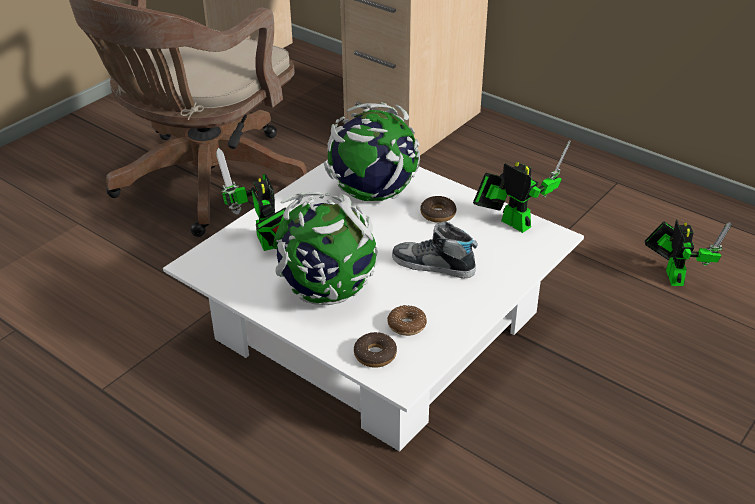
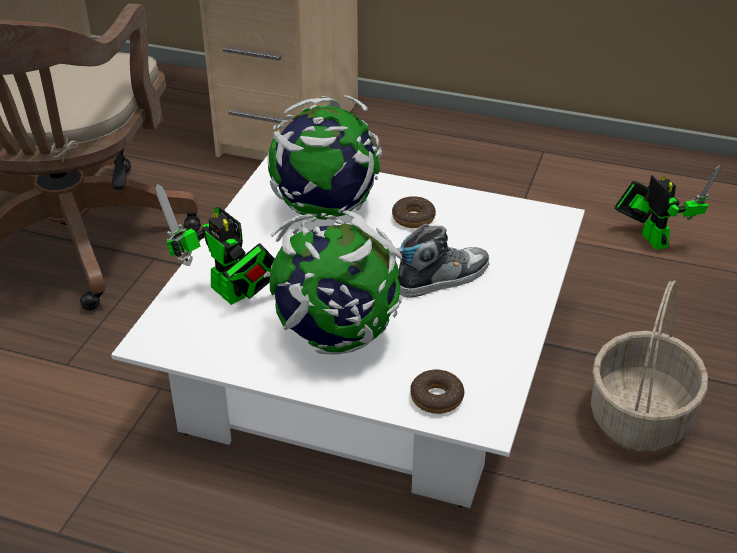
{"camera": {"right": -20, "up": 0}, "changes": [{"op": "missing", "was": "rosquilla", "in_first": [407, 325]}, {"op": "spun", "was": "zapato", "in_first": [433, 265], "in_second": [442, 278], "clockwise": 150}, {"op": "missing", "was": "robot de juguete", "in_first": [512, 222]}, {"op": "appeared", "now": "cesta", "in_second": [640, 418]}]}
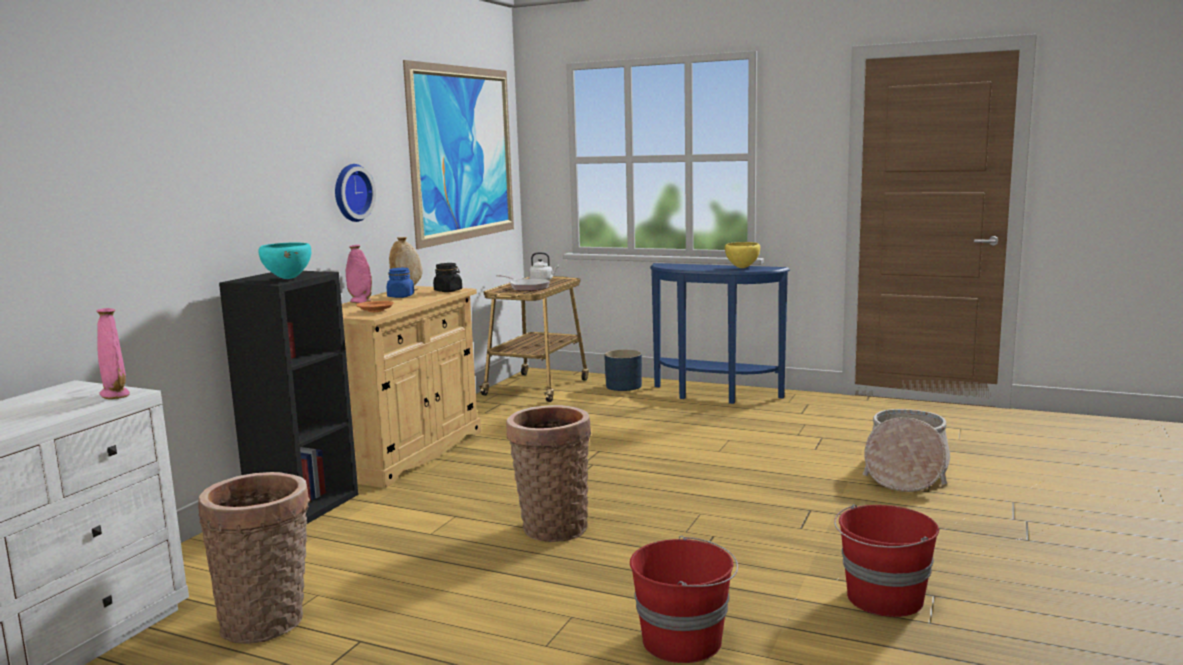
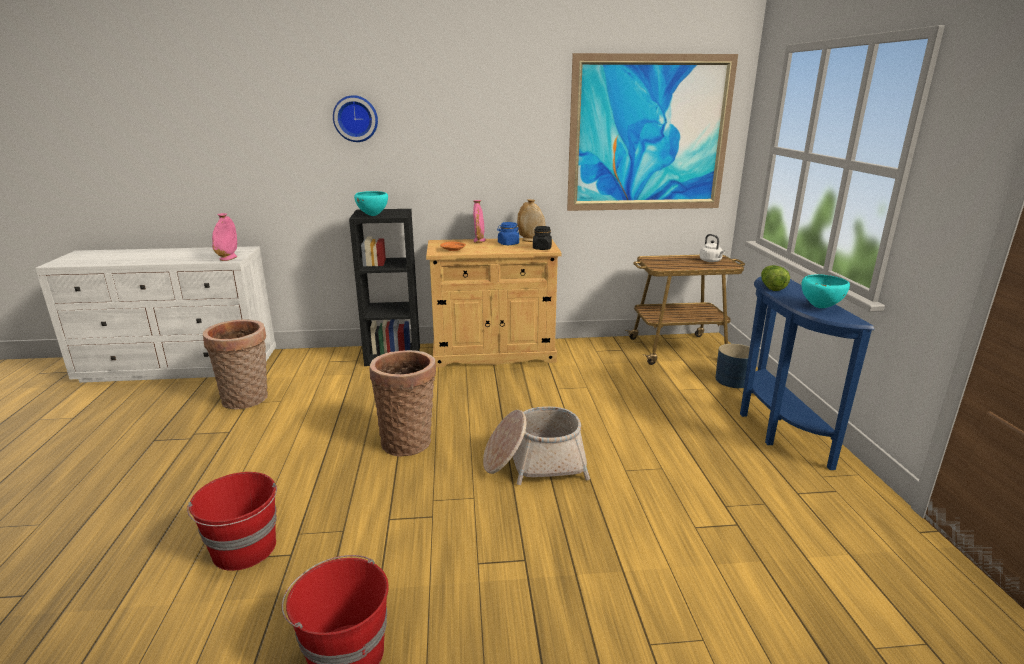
{"camera": {"right": 60, "up": 10}, "changes": [{"op": "relocated", "was": "reloj de pared", "in_first": [350, 193], "in_second": [356, 118]}, {"op": "missing", "was": "sartén", "in_first": [527, 287]}, {"op": "colour", "was": "cuenco (amarillo)", "now": "cuenco (turquesa)", "in_first": [742, 268], "in_second": [820, 307]}, {"op": "relocated", "was": "cesta", "in_first": [905, 472], "in_second": [534, 463]}, {"op": "appeared", "now": "lechuga", "in_second": [771, 287]}]}
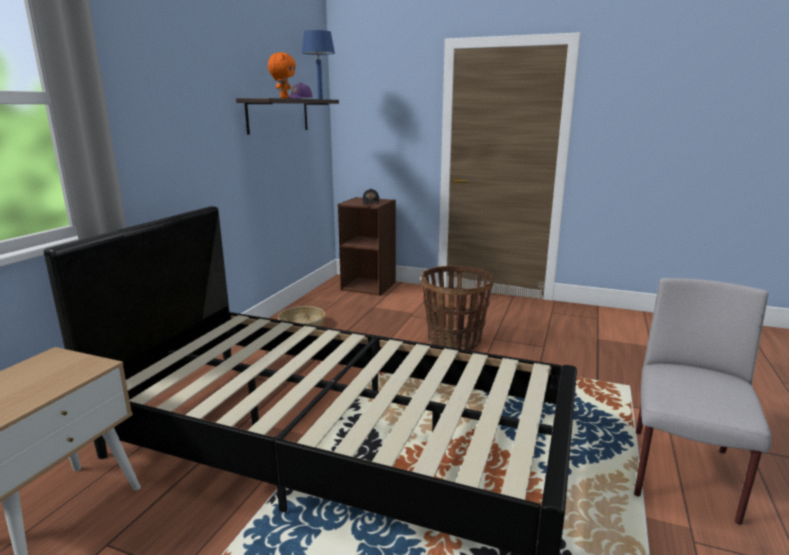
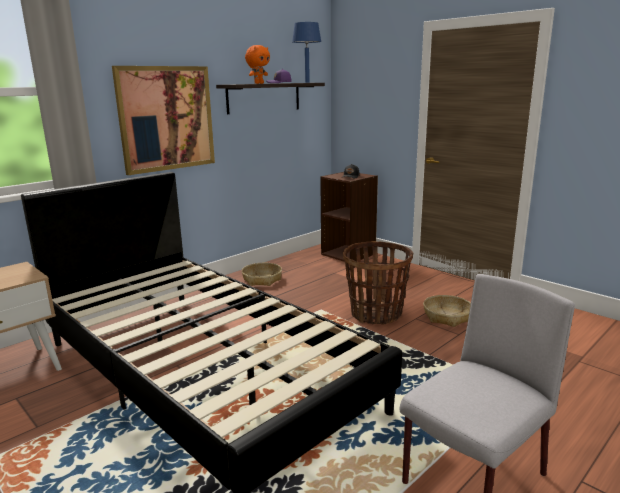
{"camera": {"right": 25, "up": 0}, "changes": [{"op": "appeared", "now": "cuadro", "in_second": [166, 118]}, {"op": "appeared", "now": "cesta", "in_second": [447, 316]}]}
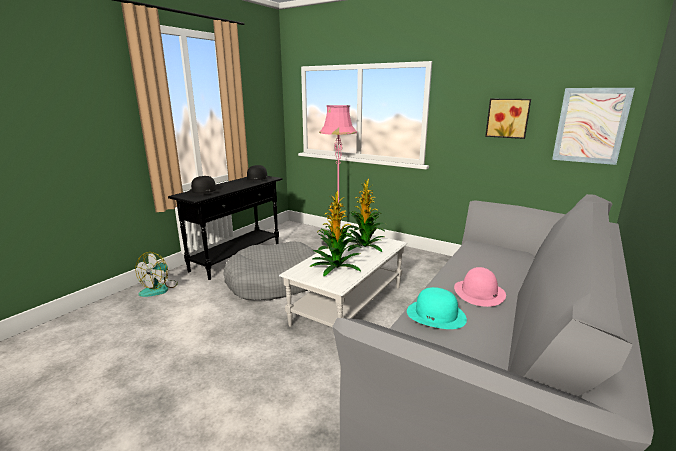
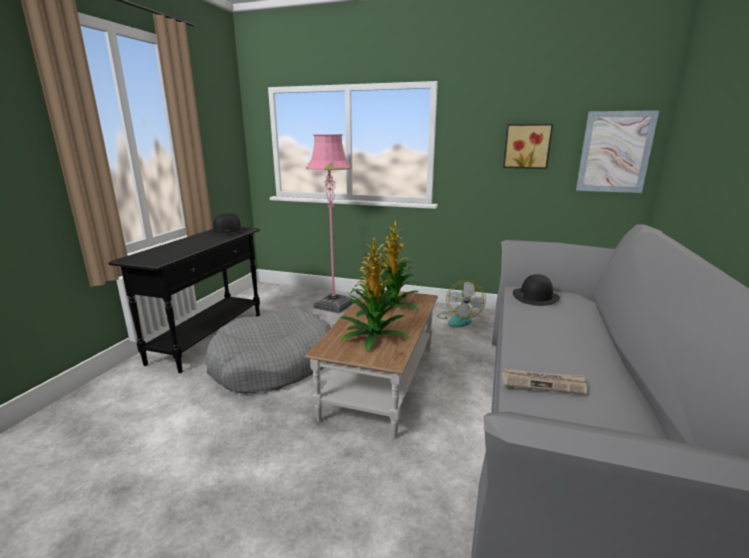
{"camera": {"right": -15, "up": 0}, "changes": [{"op": "relocated", "was": "ventilador", "in_first": [159, 288], "in_second": [459, 319]}, {"op": "relocated", "was": "sombrero (negro)", "in_first": [204, 191], "in_second": [535, 296]}, {"op": "colour", "was": "mesa de centro (blanco)", "now": "mesa de centro (marrón)", "in_first": [348, 305], "in_second": [381, 380]}, {"op": "exchanged", "was": "sombrero (turquesa)", "now": "periódico", "in_first": [436, 314], "in_second": [543, 383]}, {"op": "missing", "was": "sombrero (rosa)", "in_first": [479, 292]}]}
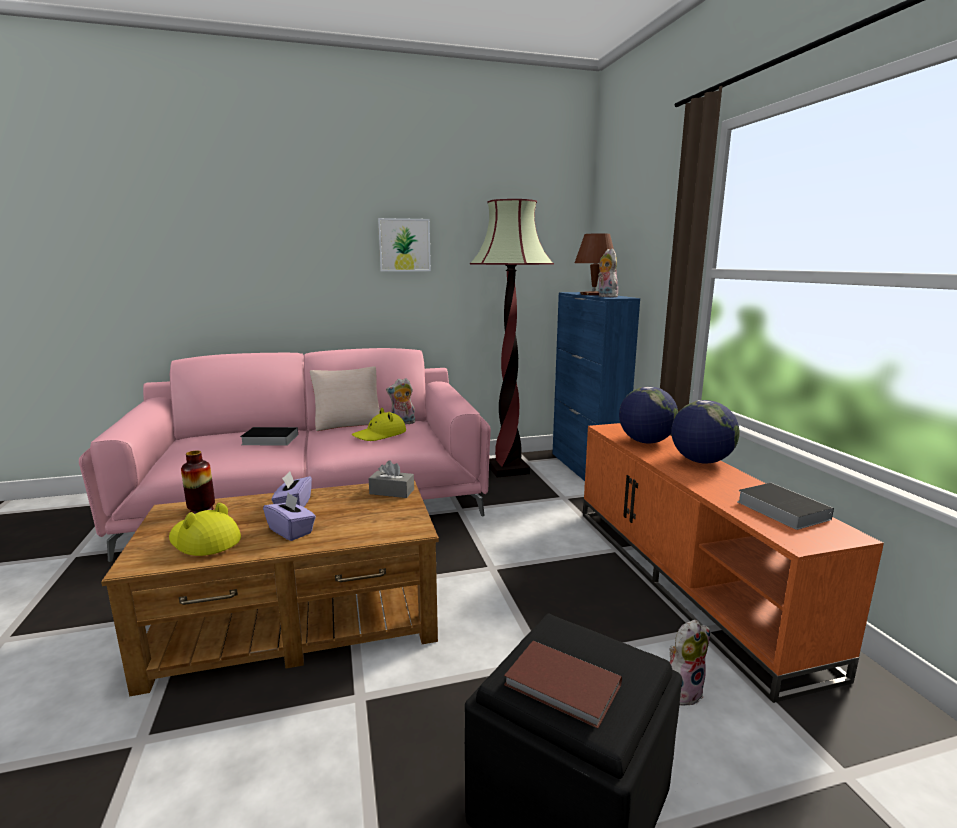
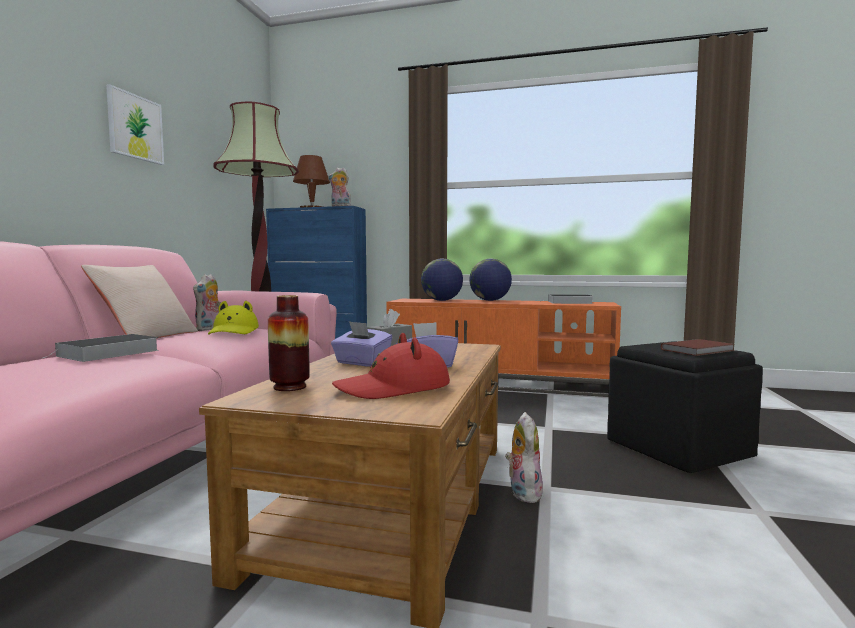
{"camera": {"right": -60, "up": -10}, "changes": [{"op": "colour", "was": "sombrero (amarillo)", "now": "sombrero (rojo)", "in_first": [204, 540], "in_second": [394, 388]}, {"op": "relocated", "was": "peluche", "in_first": [682, 690], "in_second": [522, 492]}]}
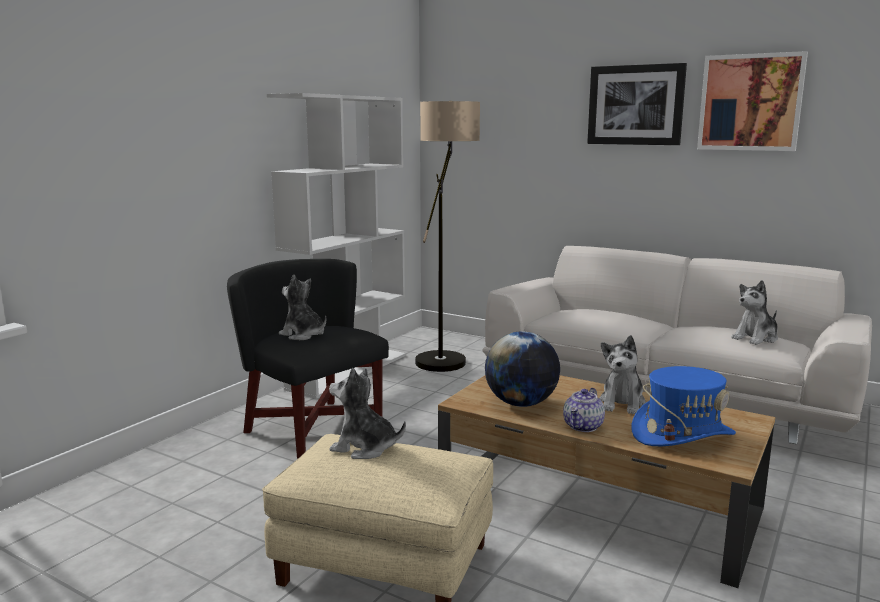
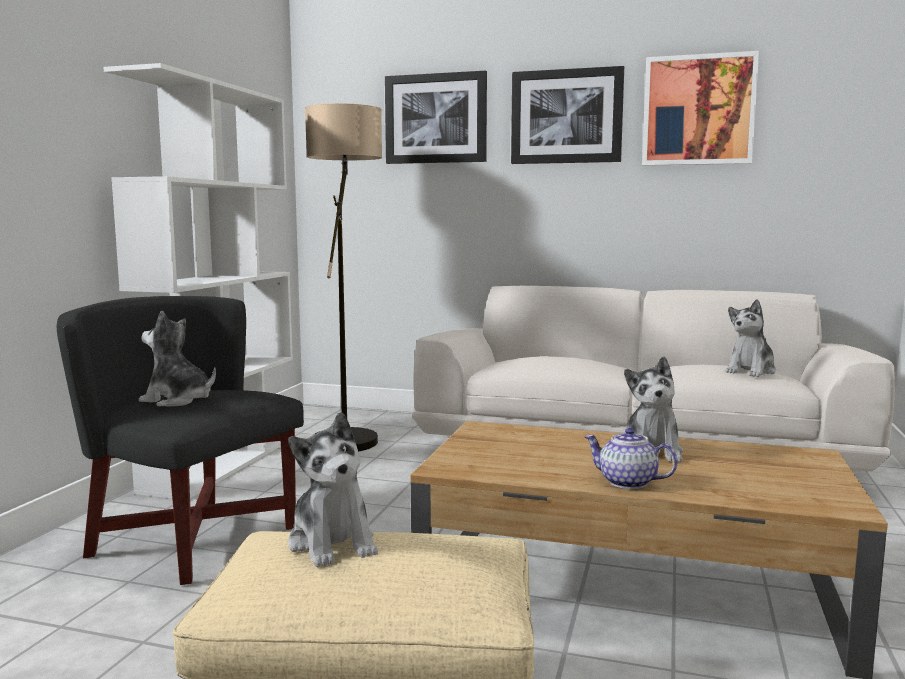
{"camera": {"right": -15, "up": -5}, "changes": [{"op": "spun", "was": "peluche", "in_first": [364, 448], "in_second": [333, 543], "clockwise": -120}, {"op": "missing", "was": "globo terráqueo", "in_first": [521, 404]}, {"op": "spun", "was": "tetera", "in_first": [583, 426], "in_second": [627, 482], "clockwise": 105}, {"op": "missing", "was": "sombrero (azul)", "in_first": [682, 434]}, {"op": "appeared", "now": "cuadro", "in_second": [436, 119]}]}
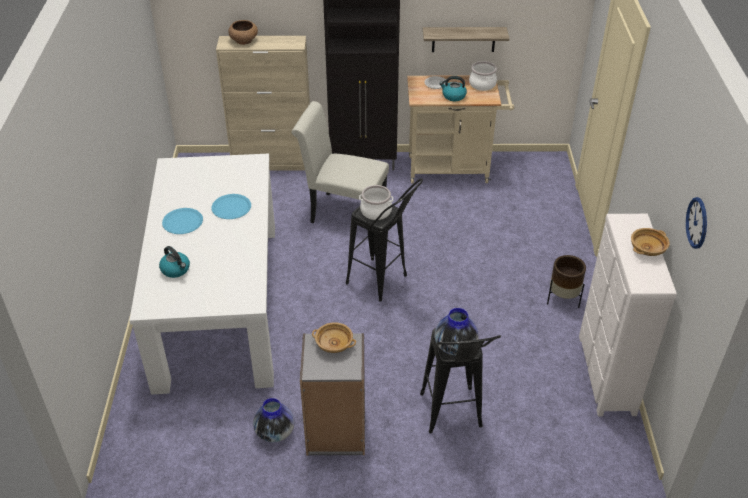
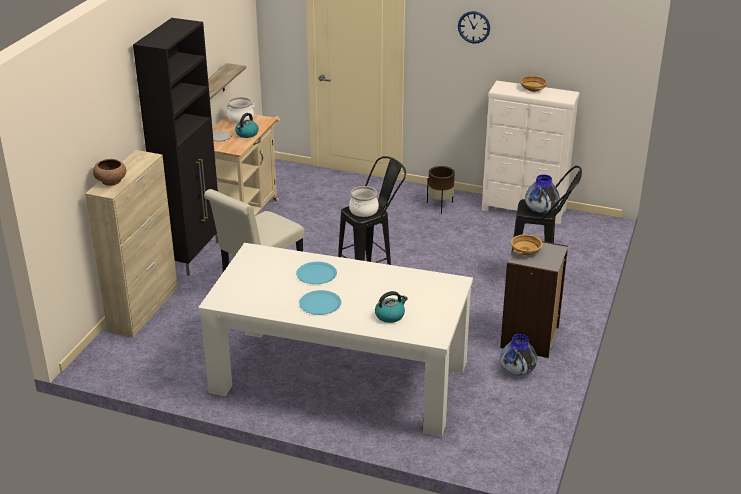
{"camera": {"right": -70, "up": -10}, "changes": [{"op": "relocated", "was": "reloj de pared", "in_first": [697, 223], "in_second": [474, 27]}]}
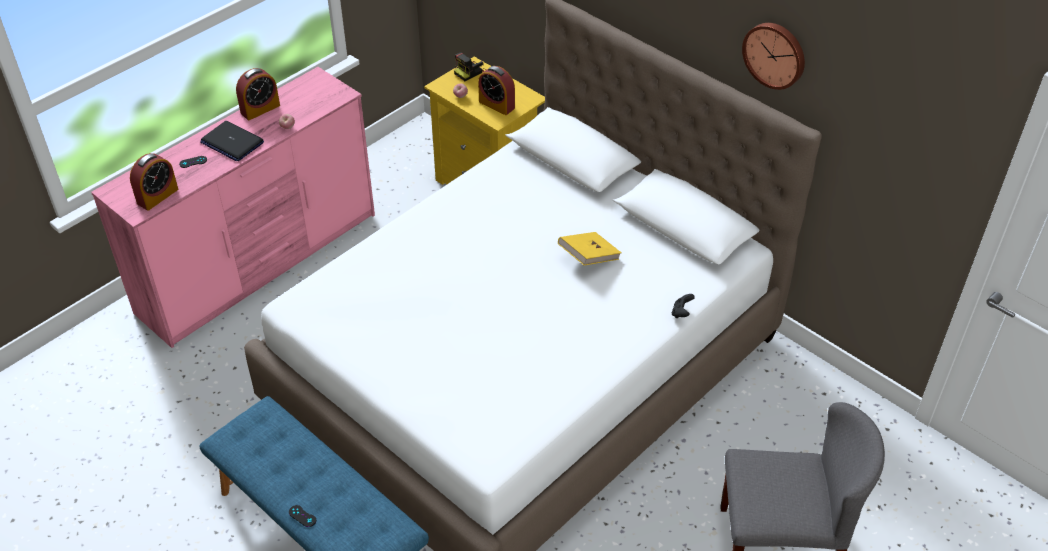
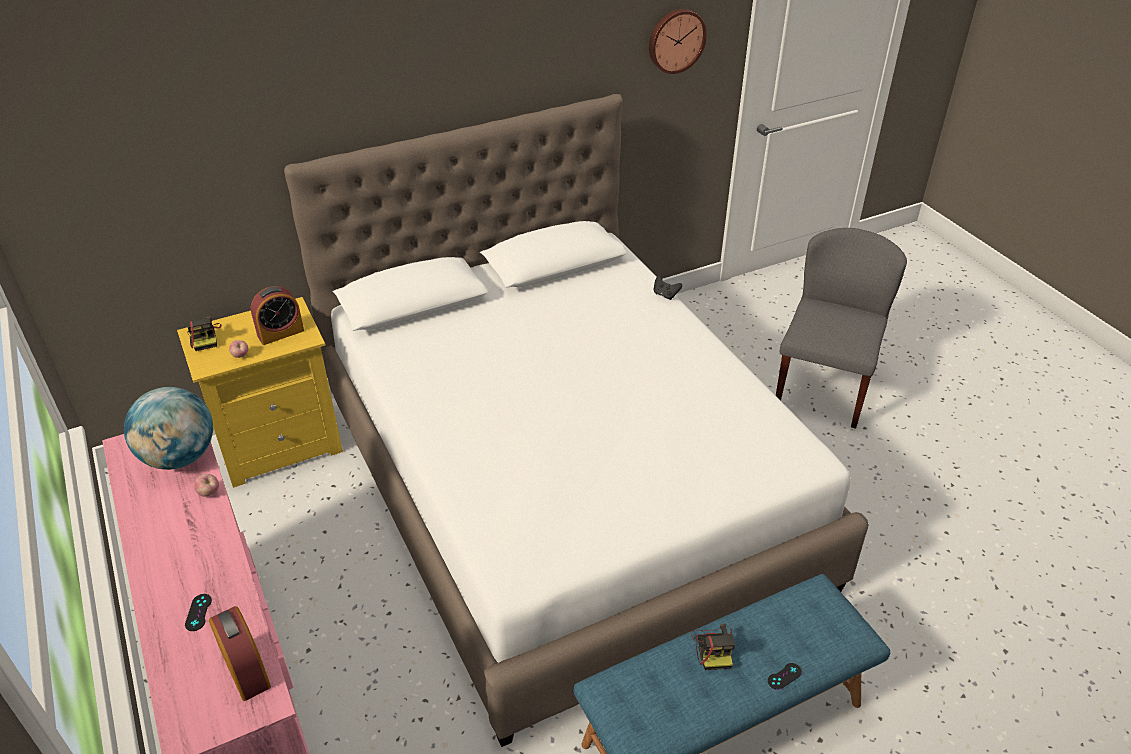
{"camera": {"right": -70, "up": -5}, "changes": [{"op": "missing", "was": "portátil", "in_first": [232, 142]}, {"op": "missing", "was": "despertador", "in_first": [260, 109]}, {"op": "missing", "was": "libro (amarillo)", "in_first": [588, 258]}, {"op": "relocated", "was": "reloj de pared", "in_first": [775, 54], "in_second": [675, 40]}, {"op": "appeared", "now": "globo terráqueo", "in_second": [179, 457]}, {"op": "appeared", "now": "cámara", "in_second": [713, 647]}]}
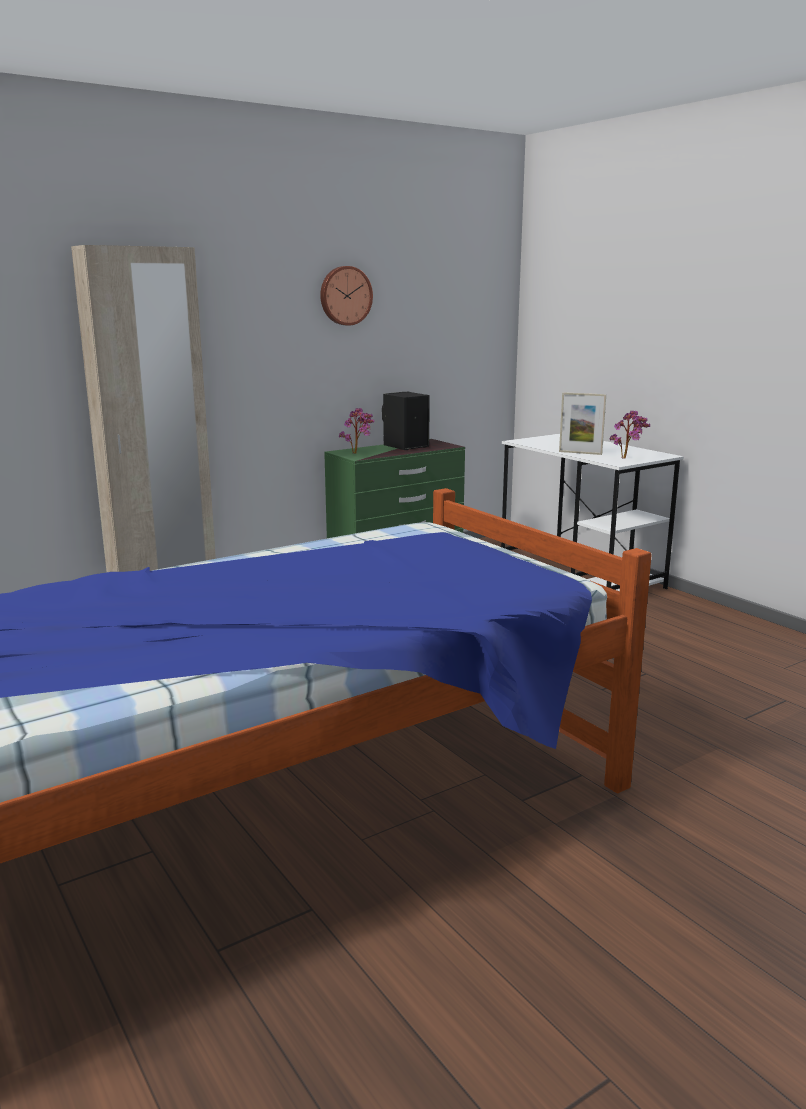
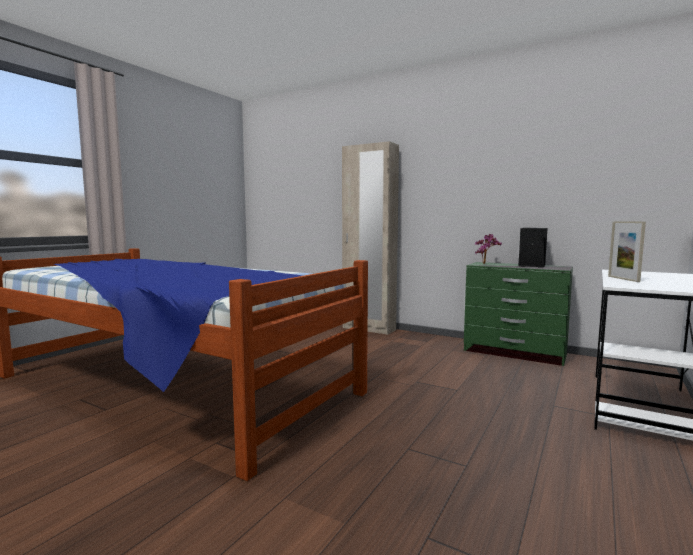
{"camera": {"right": 65, "up": -10}, "changes": [{"op": "missing", "was": "reloj de pared", "in_first": [345, 295]}, {"op": "missing", "was": "planta en maceta", "in_first": [627, 458]}]}
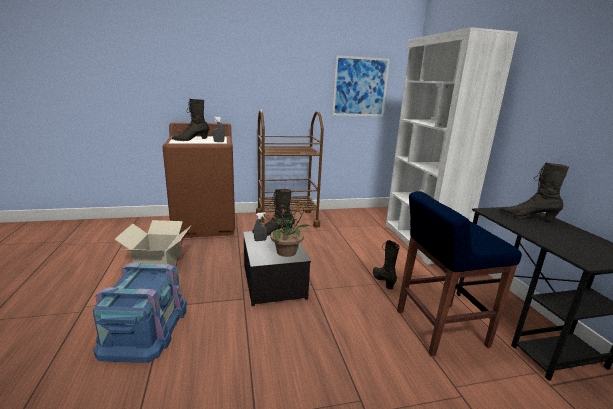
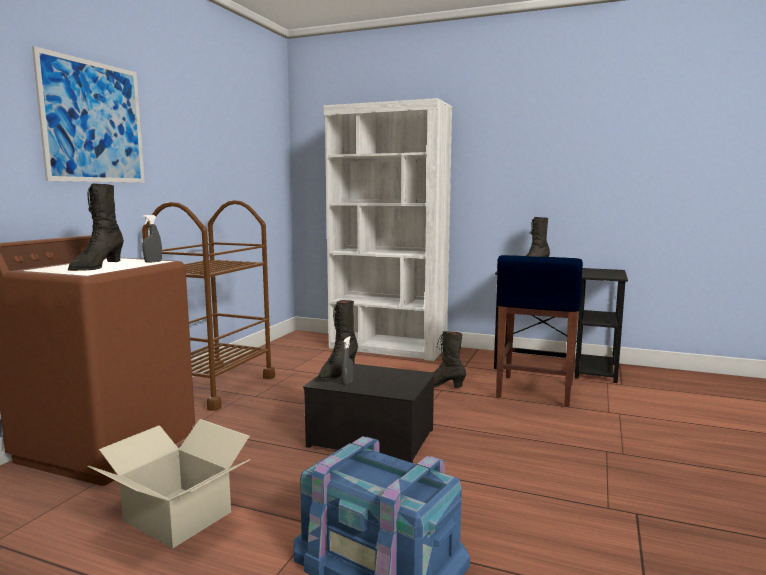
{"camera": {"right": -55, "up": -10}, "changes": [{"op": "missing", "was": "planta en maceta", "in_first": [287, 252]}, {"op": "relocated", "was": "cuadro", "in_first": [360, 87], "in_second": [93, 122]}]}
